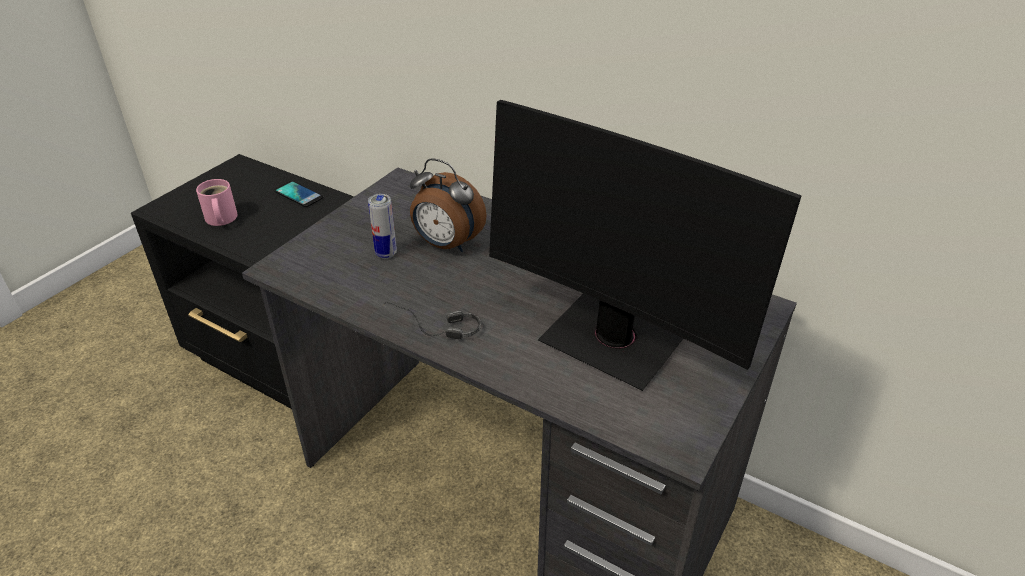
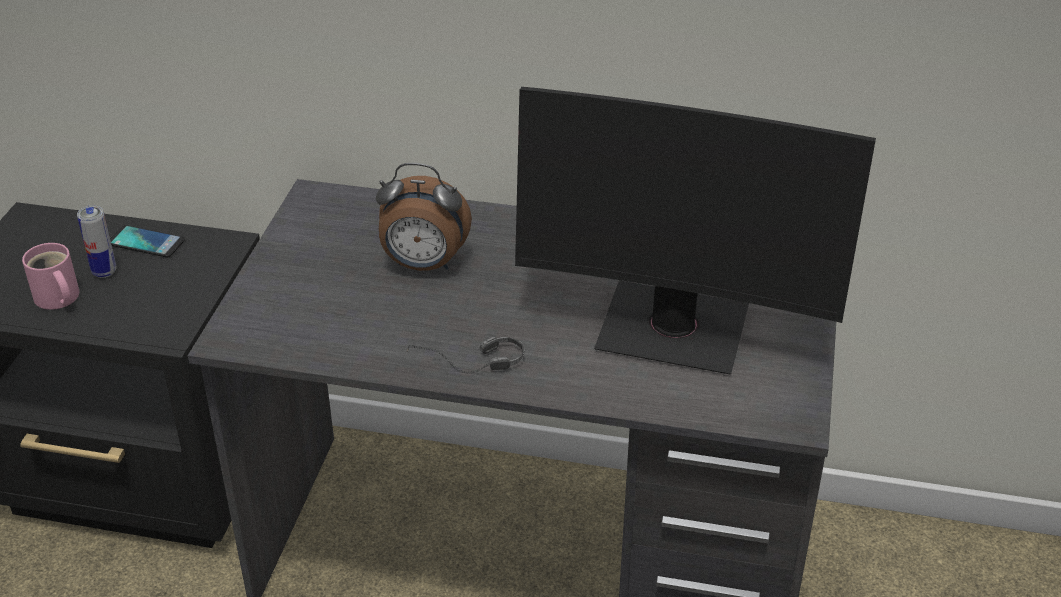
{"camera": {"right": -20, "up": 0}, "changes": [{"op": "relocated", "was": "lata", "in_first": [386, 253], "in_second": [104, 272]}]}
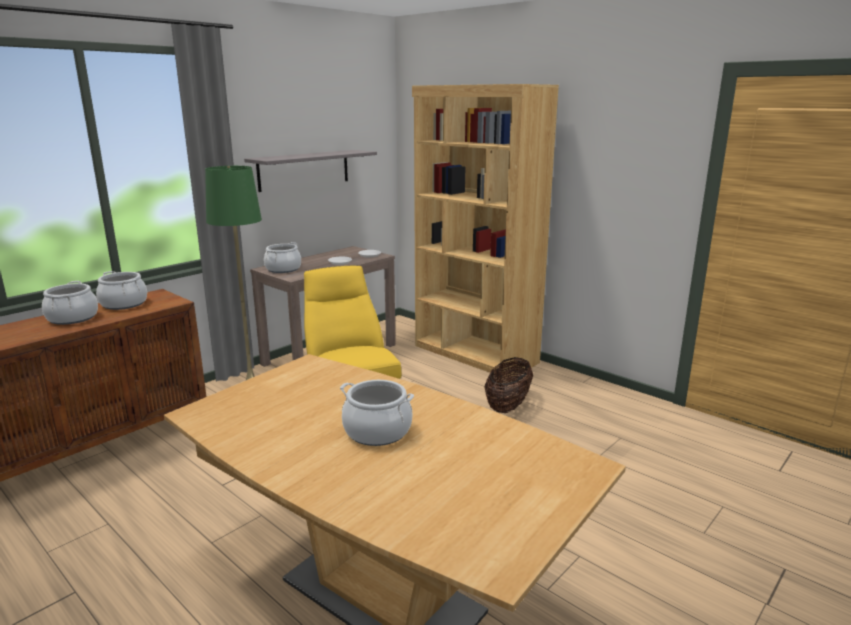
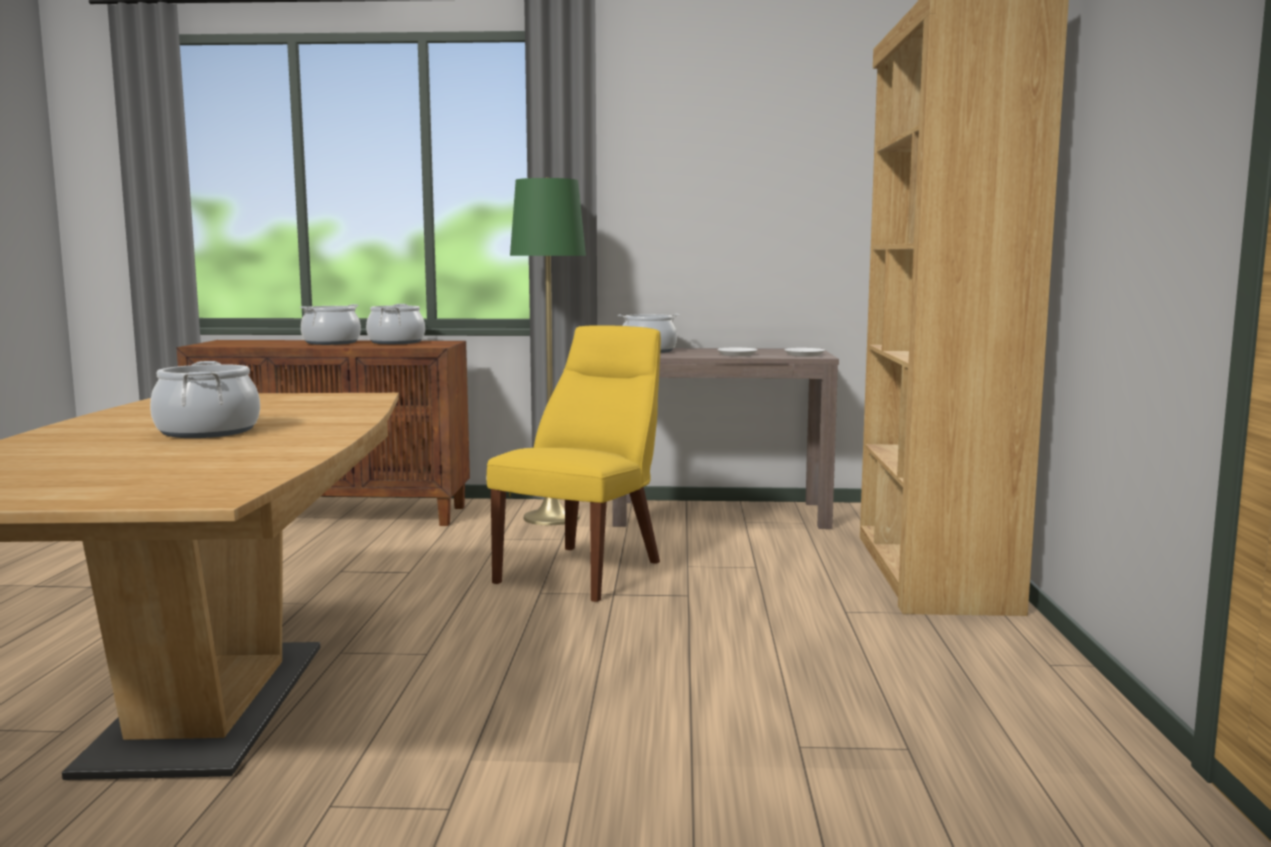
{"camera": {"right": 50, "up": -10}, "changes": [{"op": "missing", "was": "estante (gris)", "in_first": [304, 170]}, {"op": "missing", "was": "cesta", "in_first": [508, 405]}]}
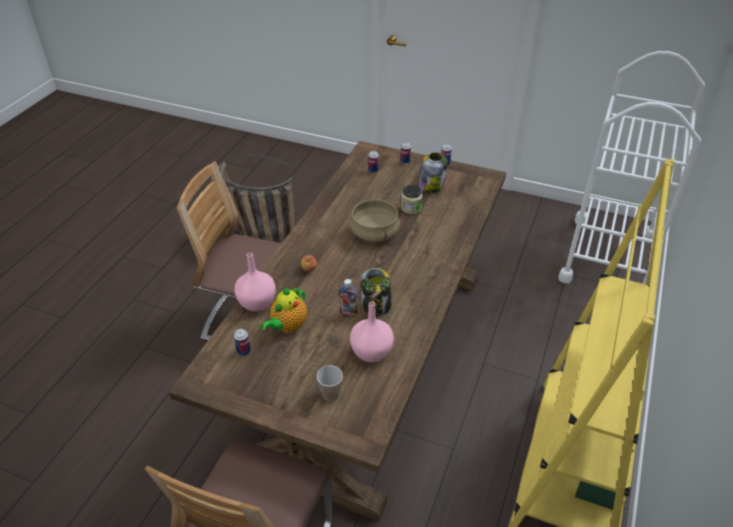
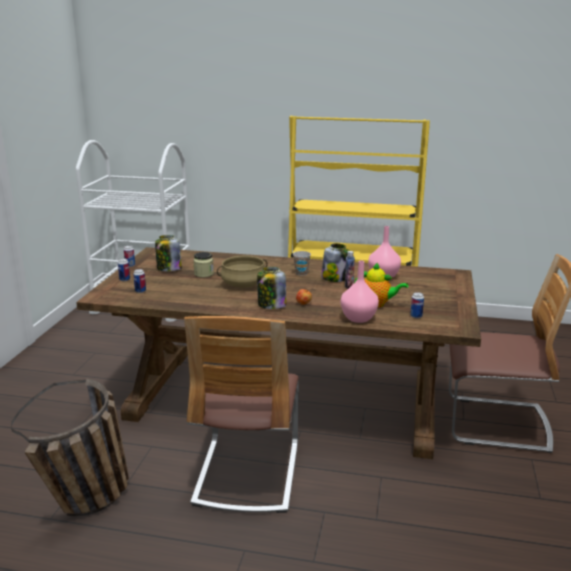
{"camera": {"right": -100, "up": -20}, "changes": [{"op": "relocated", "was": "taza", "in_first": [330, 394], "in_second": [301, 273]}, {"op": "appeared", "now": "tarro", "in_second": [271, 305]}]}
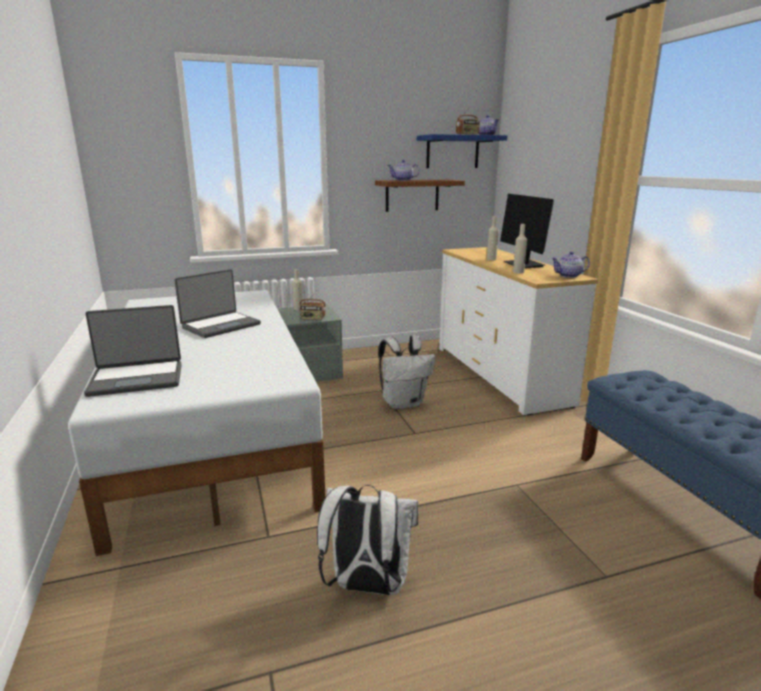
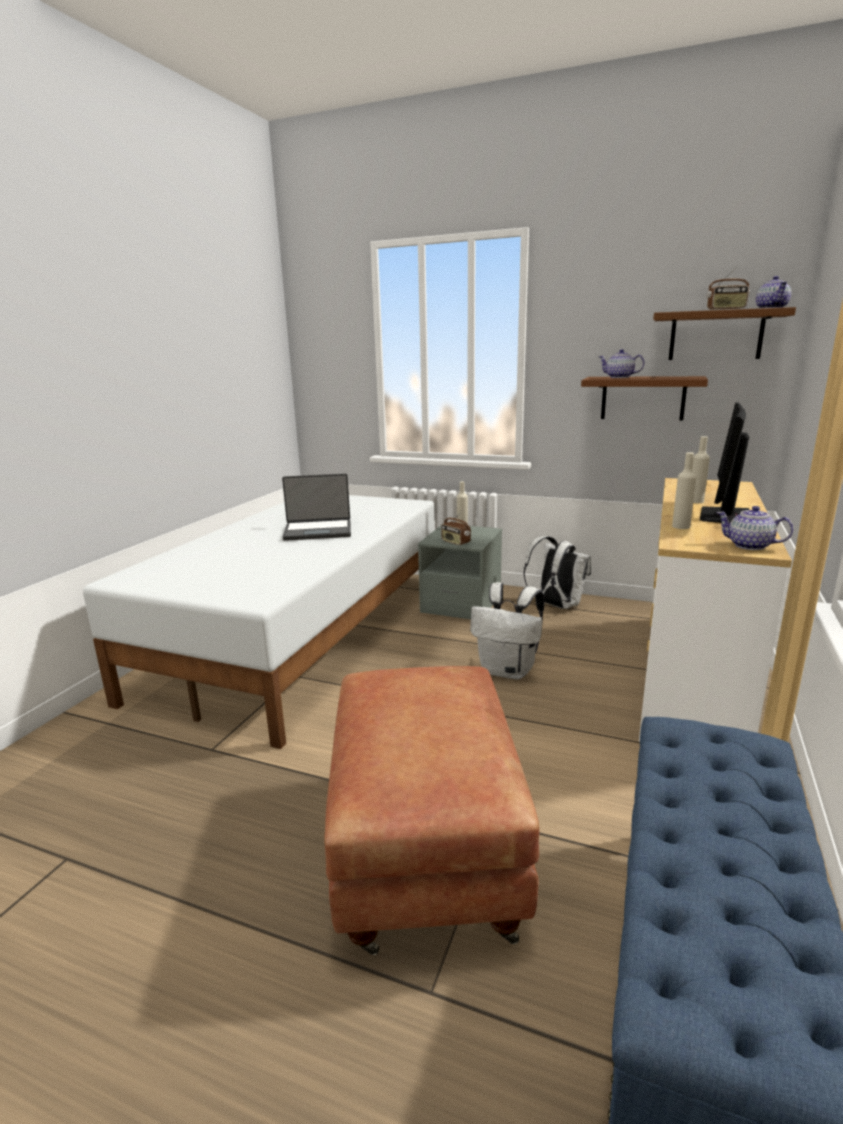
{"camera": {"right": 40, "up": 0}, "changes": [{"op": "missing", "was": "portátil", "in_first": [137, 379]}, {"op": "relocated", "was": "mochila (blanco)", "in_first": [367, 586], "in_second": [556, 605]}, {"op": "colour", "was": "estante (azul)", "now": "estante (marrón)", "in_first": [452, 152], "in_second": [716, 335]}, {"op": "appeared", "now": "puf (marrón)", "in_second": [424, 850]}]}
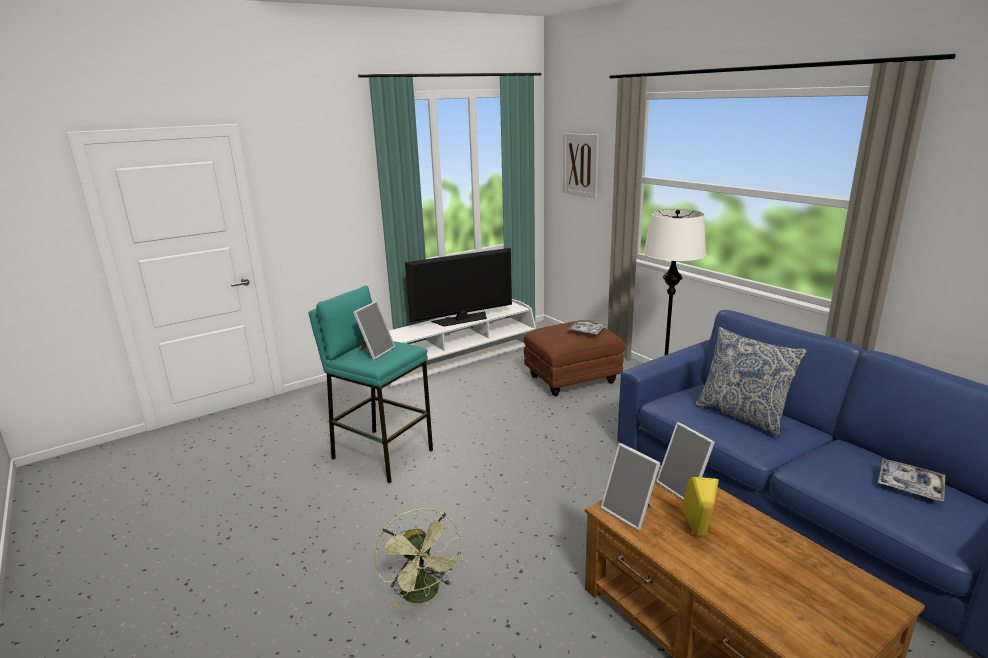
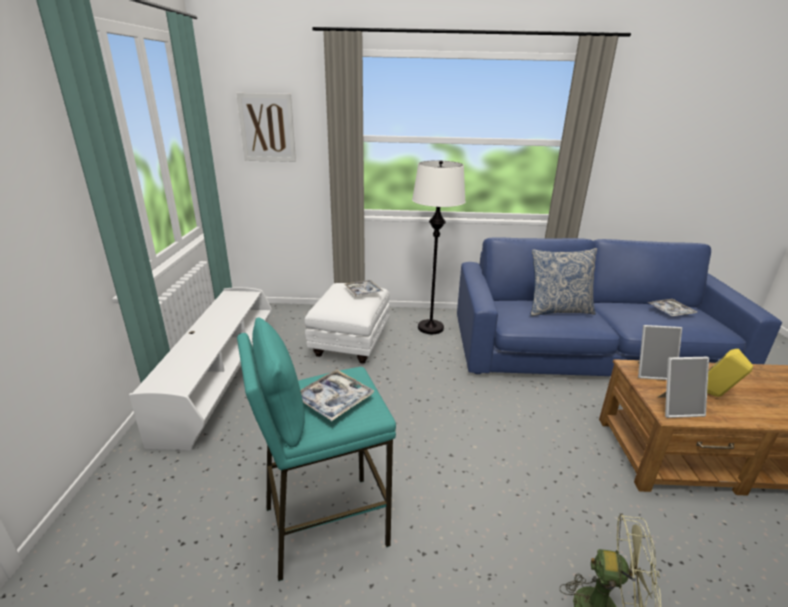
{"camera": {"right": -55, "up": 5}, "changes": [{"op": "exchanged", "was": "portarretratos", "now": "bandeja", "in_first": [375, 352], "in_second": [334, 400]}, {"op": "missing", "was": "televisor", "in_first": [462, 319]}, {"op": "colour", "was": "puf (marrón)", "now": "puf (blanco)", "in_first": [573, 380], "in_second": [351, 342]}]}
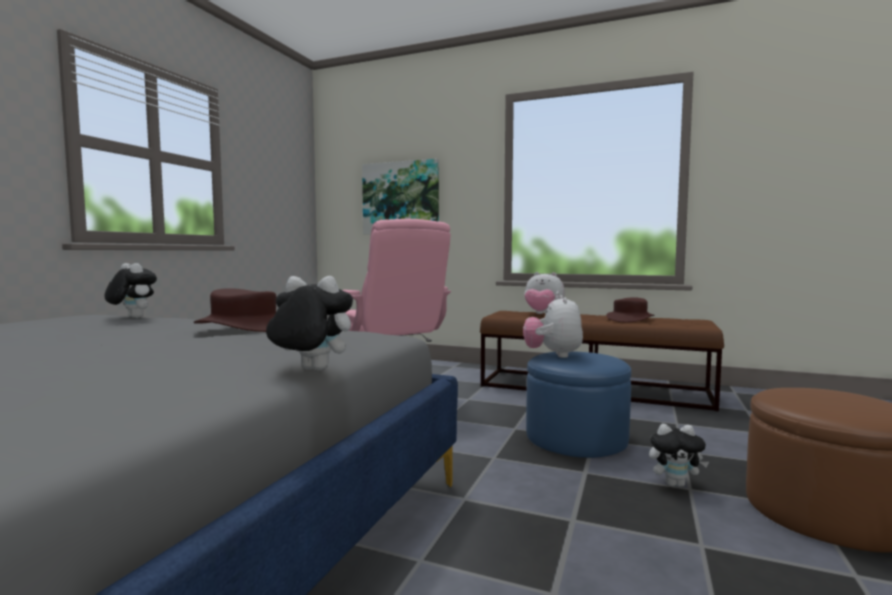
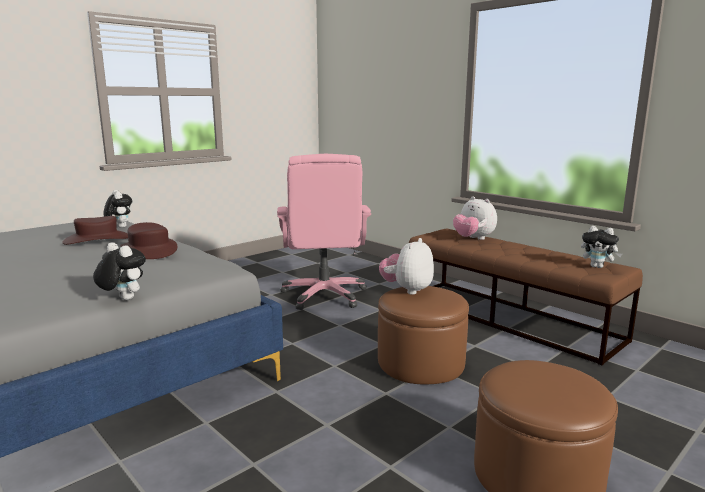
{"camera": {"right": 25, "up": 10}, "changes": [{"op": "missing", "was": "cuadro", "in_first": [400, 198]}, {"op": "colour", "was": "puf (azul)", "now": "puf (marrón)", "in_first": [576, 438], "in_second": [420, 363]}, {"op": "relocated", "was": "sombrero (marrón)", "in_first": [630, 319], "in_second": [97, 239]}, {"op": "relocated", "was": "peluche", "in_first": [675, 484], "in_second": [598, 267]}]}
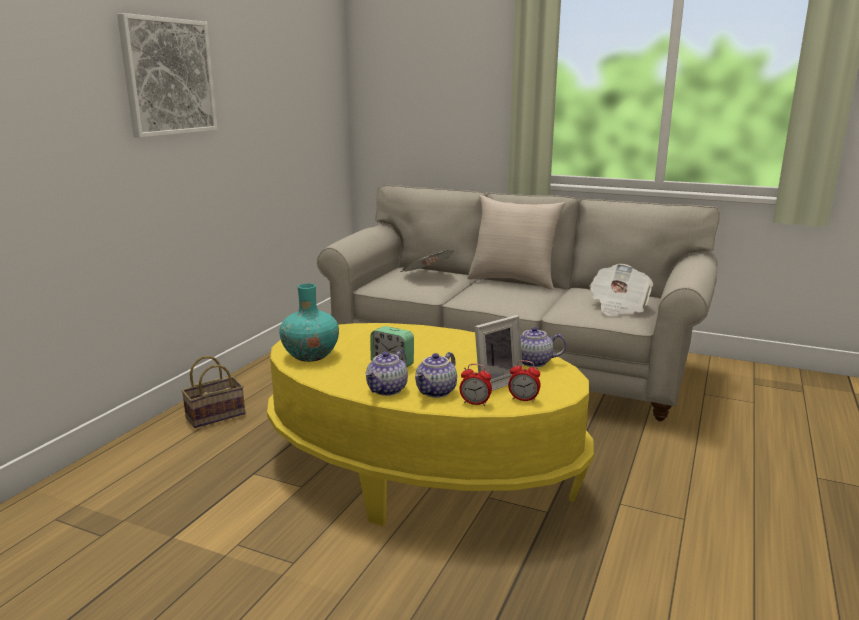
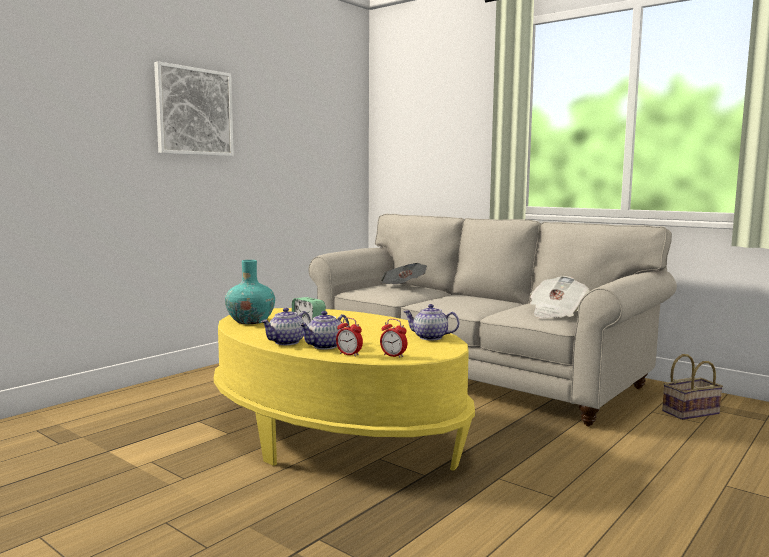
{"camera": {"right": 15, "up": -10}, "changes": [{"op": "relocated", "was": "cesta", "in_first": [216, 415], "in_second": [690, 412]}, {"op": "missing", "was": "cojín (beis)", "in_first": [513, 280]}, {"op": "missing", "was": "portarretratos", "in_first": [494, 383]}]}
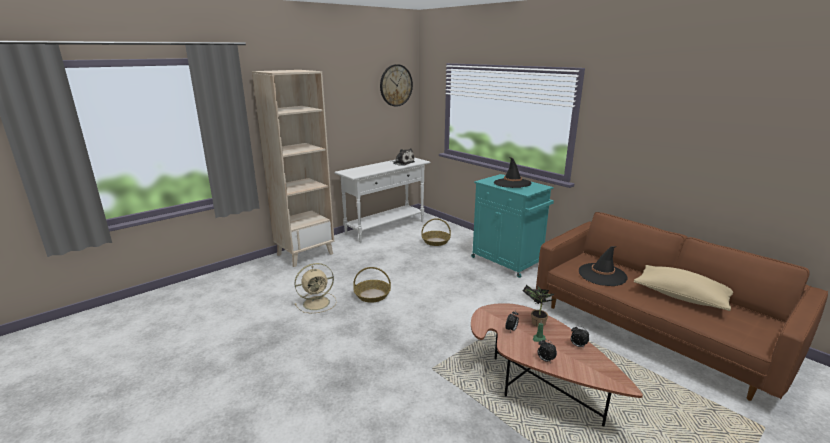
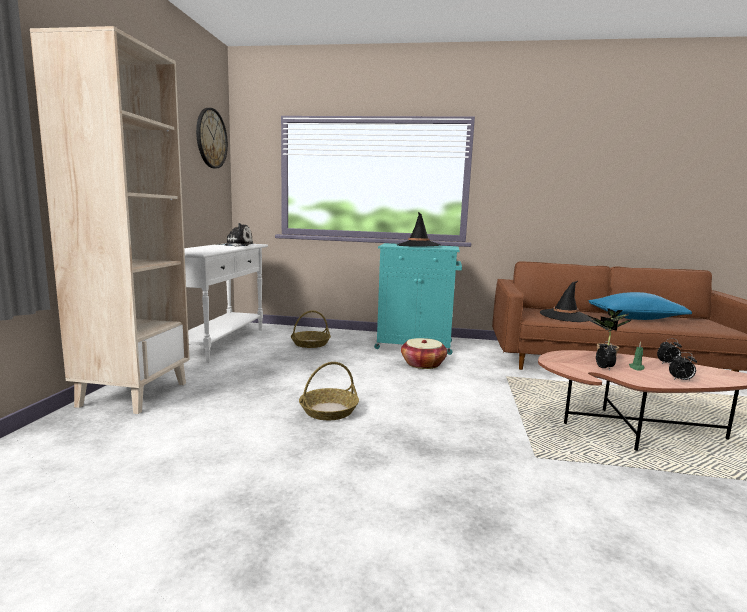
{"camera": {"right": -40, "up": -10}, "changes": [{"op": "missing", "was": "ventilador (beis)", "in_first": [317, 303]}, {"op": "colour", "was": "cojín (beis)", "now": "cojín (azul)", "in_first": [681, 296], "in_second": [635, 318]}, {"op": "appeared", "now": "cesta", "in_second": [423, 364]}]}
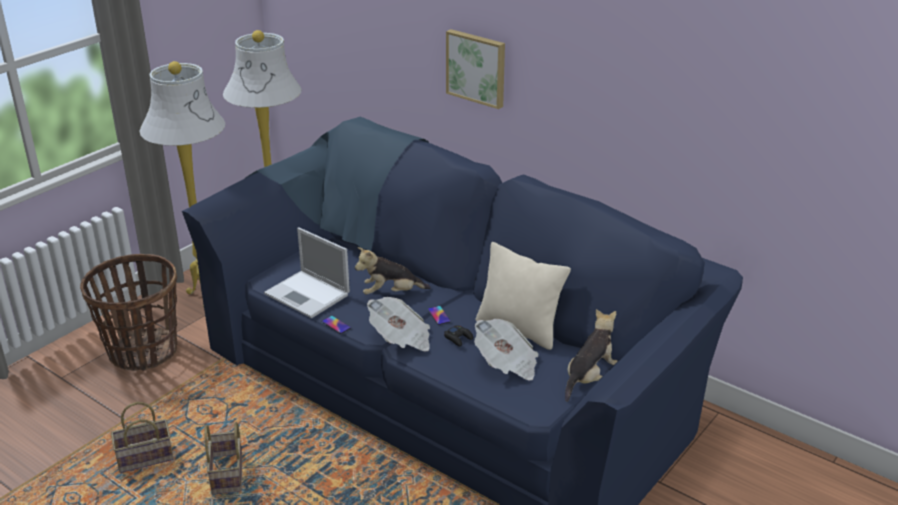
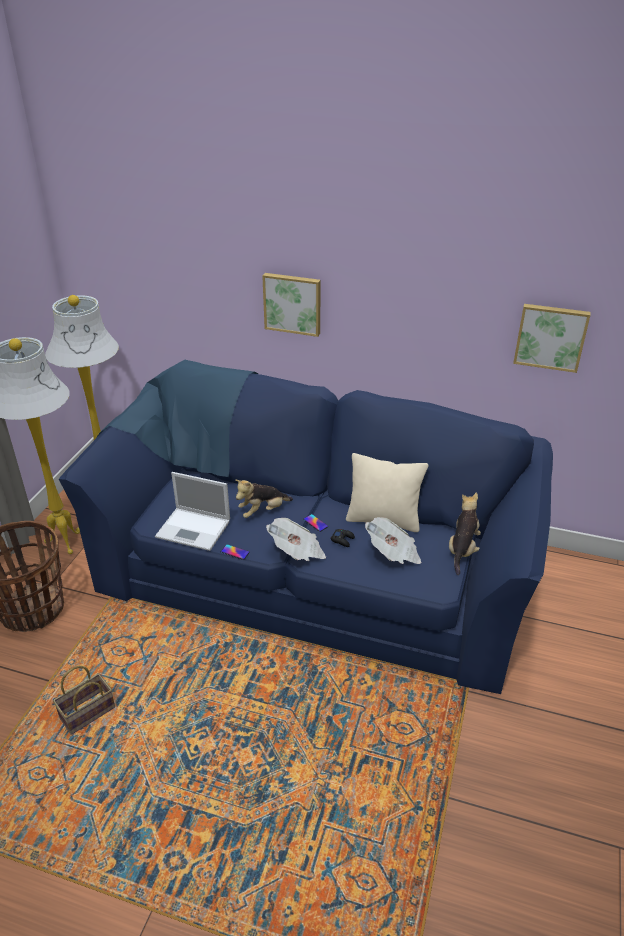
{"camera": {"right": -20, "up": 5}, "changes": [{"op": "missing", "was": "cesta", "in_first": [228, 475]}, {"op": "appeared", "now": "cuadro", "in_second": [551, 336]}]}
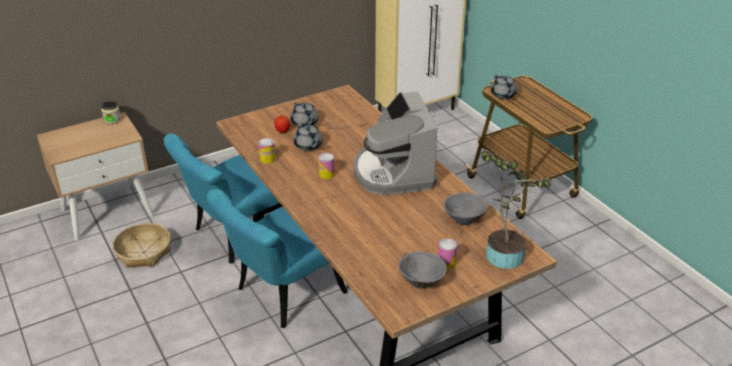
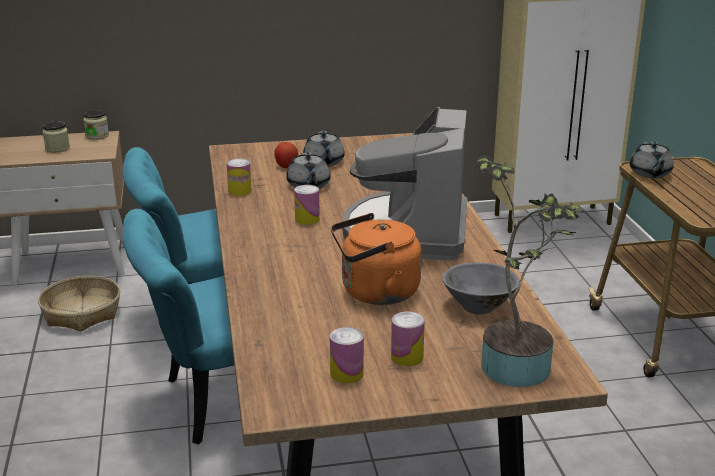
{"camera": {"right": 20, "up": -10}, "changes": [{"op": "exchanged", "was": "cuenco (gris)", "now": "lata", "in_first": [421, 281], "in_second": [346, 373]}, {"op": "appeared", "now": "tarro", "in_second": [57, 148]}, {"op": "appeared", "now": "hervidor (naranja)", "in_second": [375, 293]}]}
